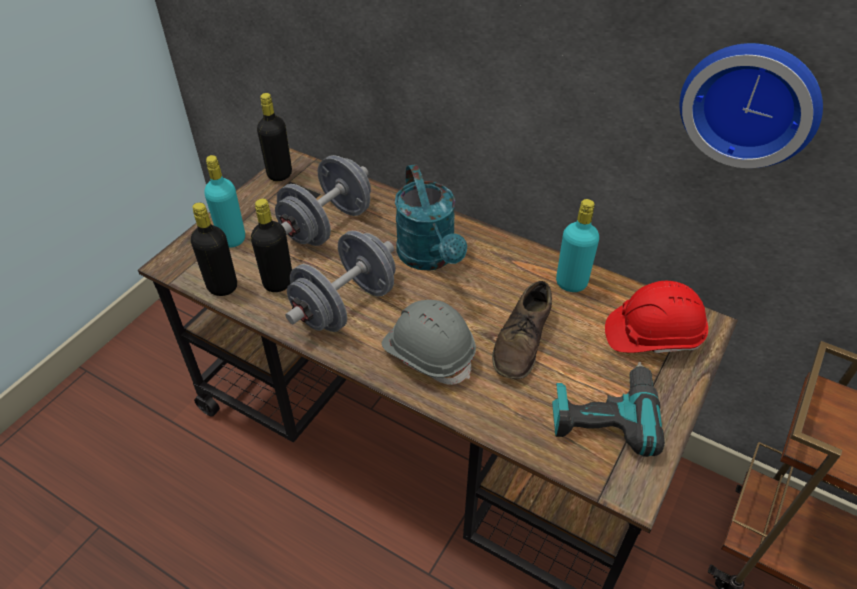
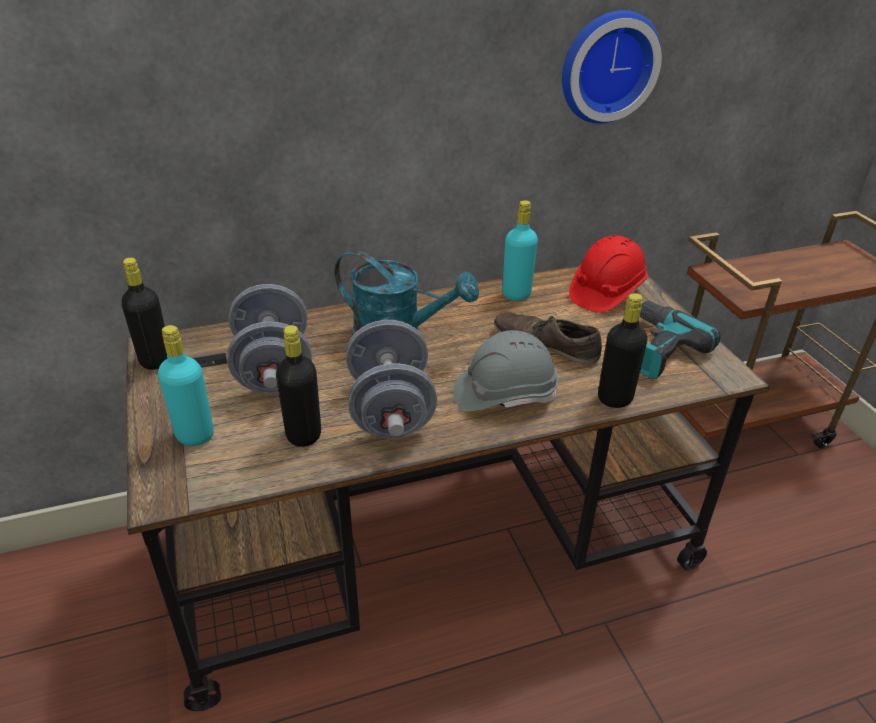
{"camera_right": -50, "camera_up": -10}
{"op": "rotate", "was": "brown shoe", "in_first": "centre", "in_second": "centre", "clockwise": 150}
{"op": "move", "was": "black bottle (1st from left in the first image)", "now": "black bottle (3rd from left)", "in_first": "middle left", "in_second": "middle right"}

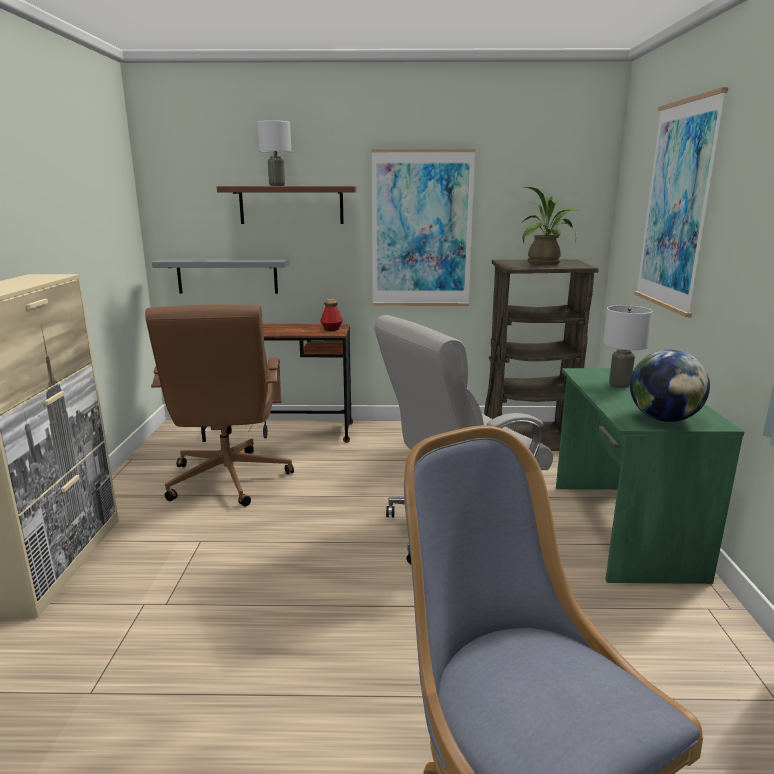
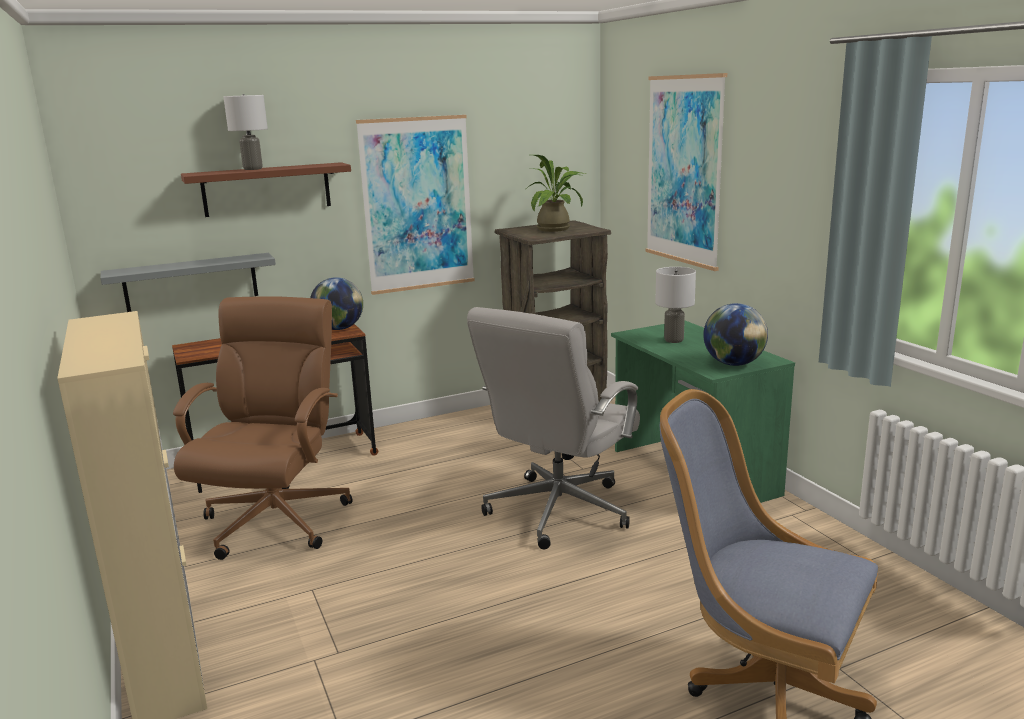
{"camera_right": -25, "camera_up": 0}
{"op": "rotate", "was": "brown office chair", "in_first": "middle left", "in_second": "middle left", "clockwise": -135}
{"op": "replace", "was": "bottle", "now": "globe (1st from left)", "in_first": "centre", "in_second": "middle left"}

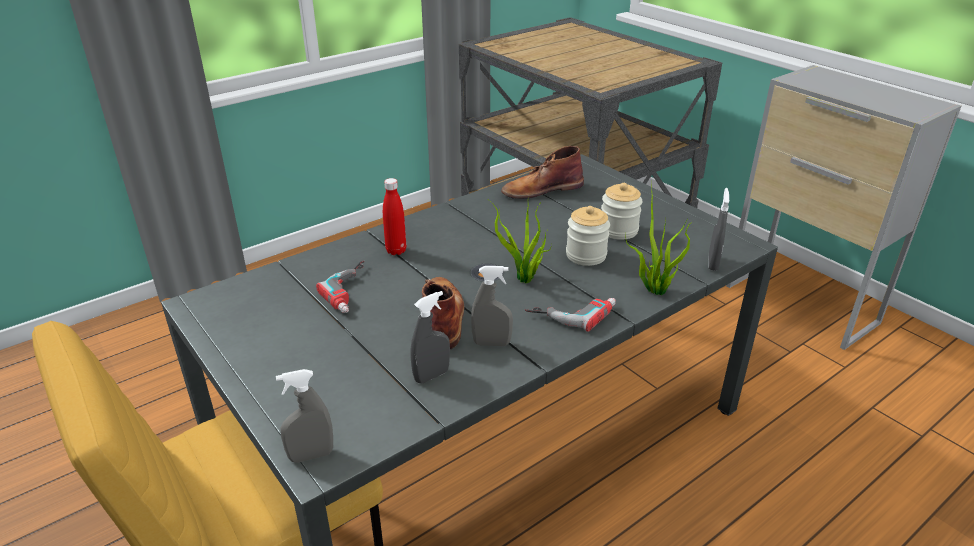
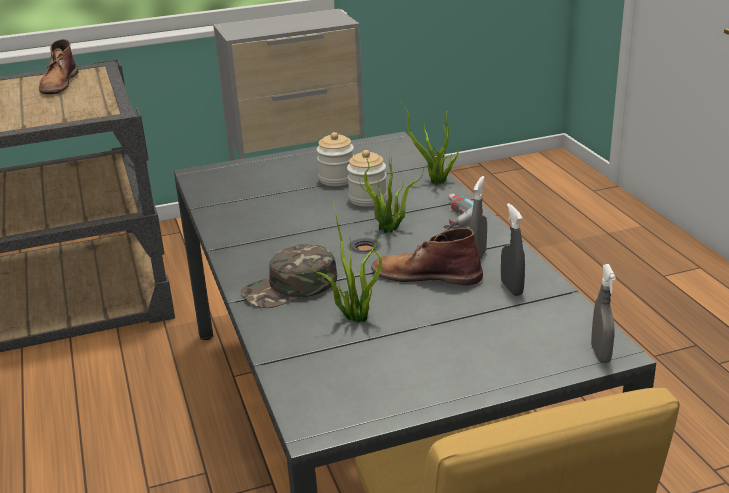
{"camera_right": -70, "camera_up": -5}
{"op": "move", "was": "brown boot (2nd from left in the first image)", "now": "brown boot (1st from left)", "in_first": "top centre", "in_second": "top left"}
{"op": "replace", "was": "red bottle", "now": "green cap", "in_first": "centre", "in_second": "centre"}
{"op": "replace", "was": "power drill (1st from left)", "now": "potted plant (1st from left)", "in_first": "centre", "in_second": "centre"}
{"op": "delete", "was": "grey spray bottle (4th from left)", "in_first": "middle right"}

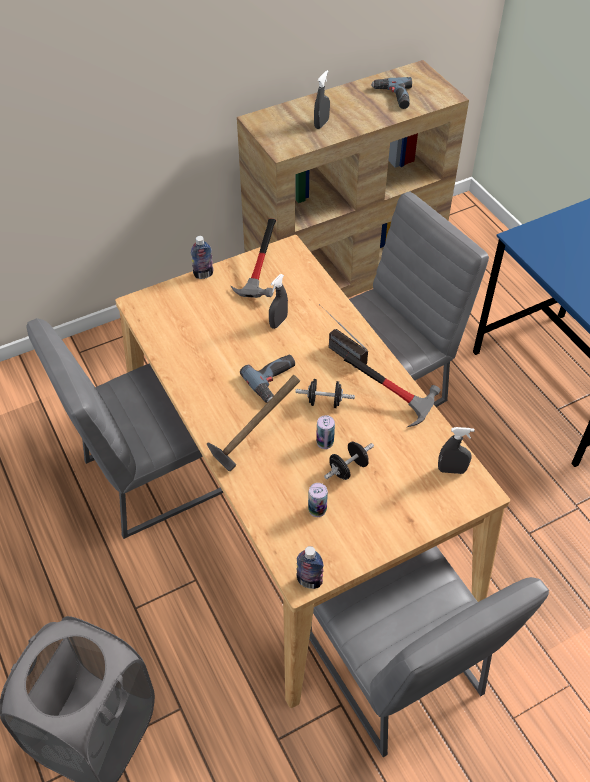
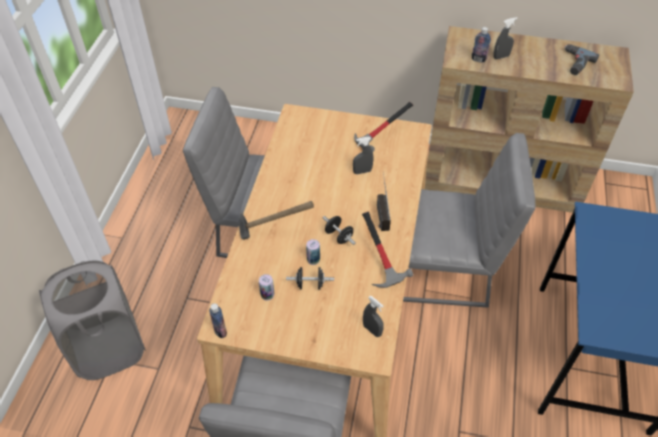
{"camera_right": 40, "camera_up": 0}
{"op": "move", "was": "bottle (1st from left in the first image)", "now": "bottle (2nd from left)", "in_first": "top centre", "in_second": "top right"}
{"op": "delete", "was": "power drill (1st from left)", "in_first": "centre"}

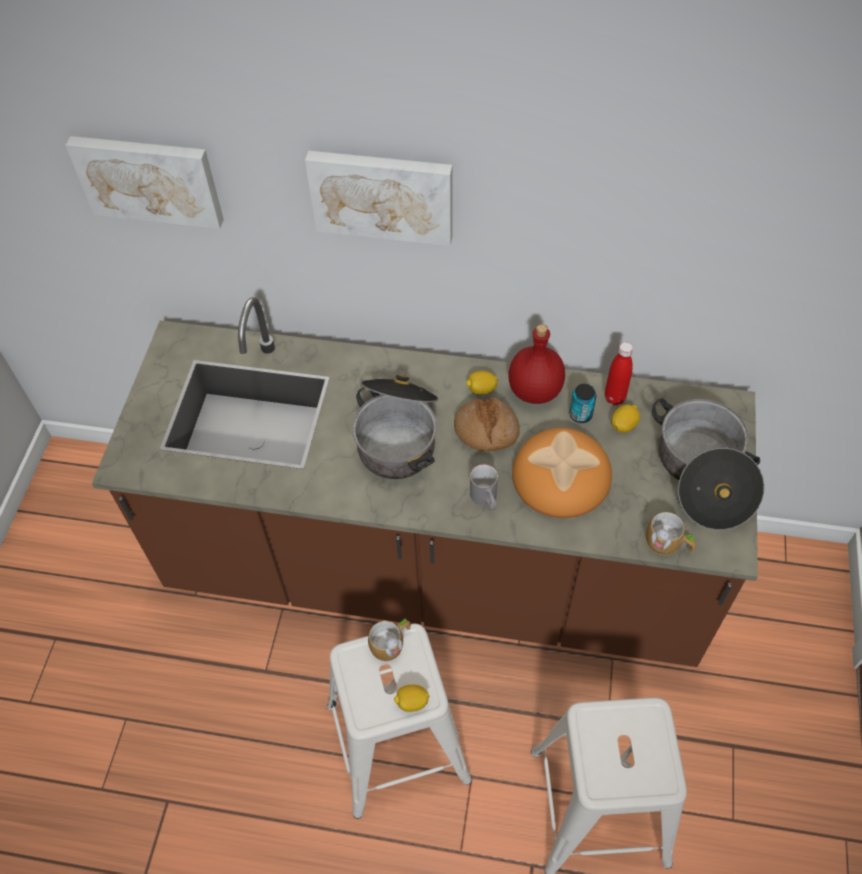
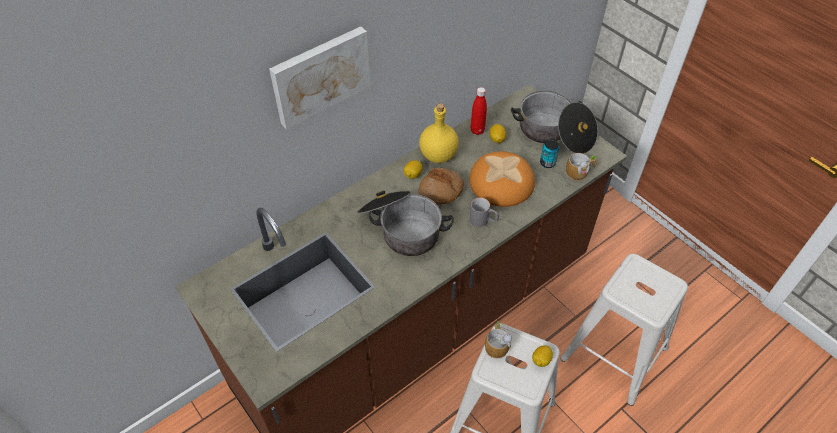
{"camera_right": -50, "camera_up": -5}
{"op": "recolor", "was": "red bottle (1st from left)", "now": "yellow bottle", "in_first": "centre", "in_second": "top centre"}
{"op": "move", "was": "can", "in_first": "middle right", "in_second": "centre"}
{"op": "delete", "was": "picture (1st from left)", "in_first": "top left"}

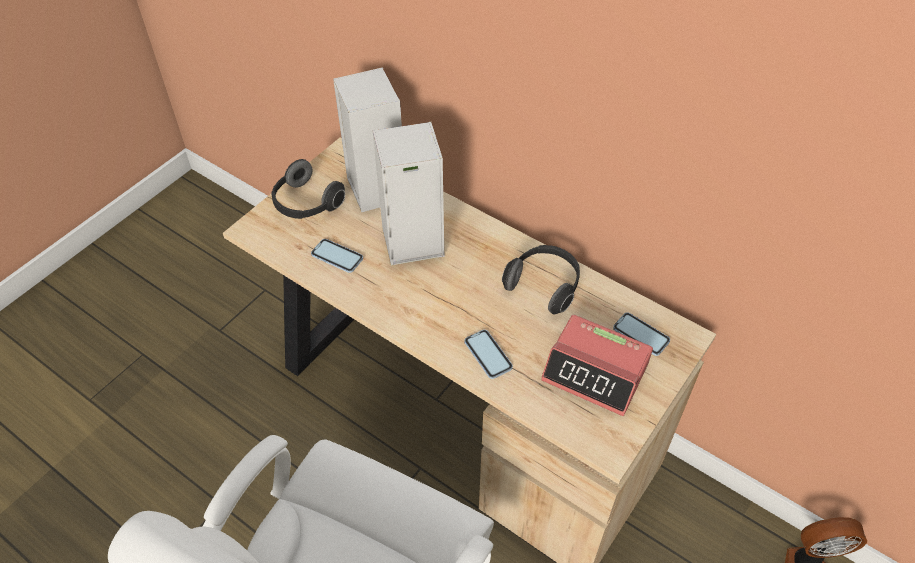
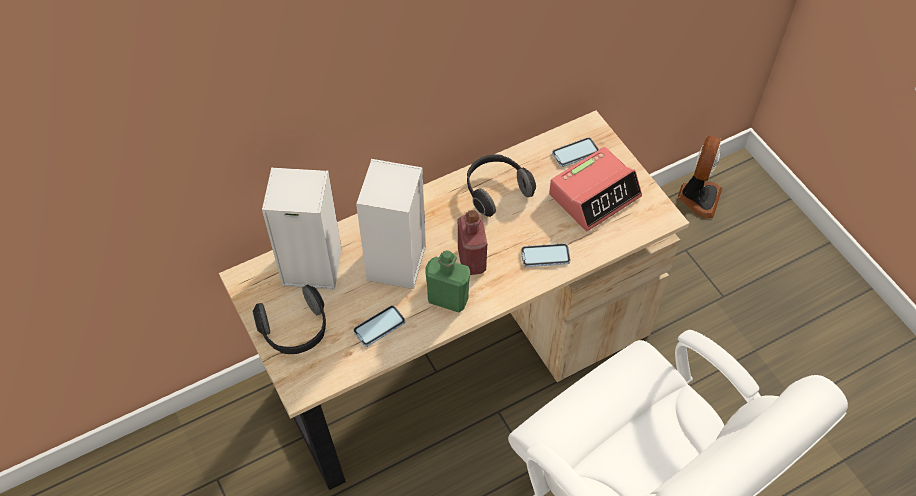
{"camera_right": -65, "camera_up": 5}
{"op": "insert", "now": "green bottle", "in_second": "centre"}
{"op": "insert", "now": "red bottle", "in_second": "centre"}

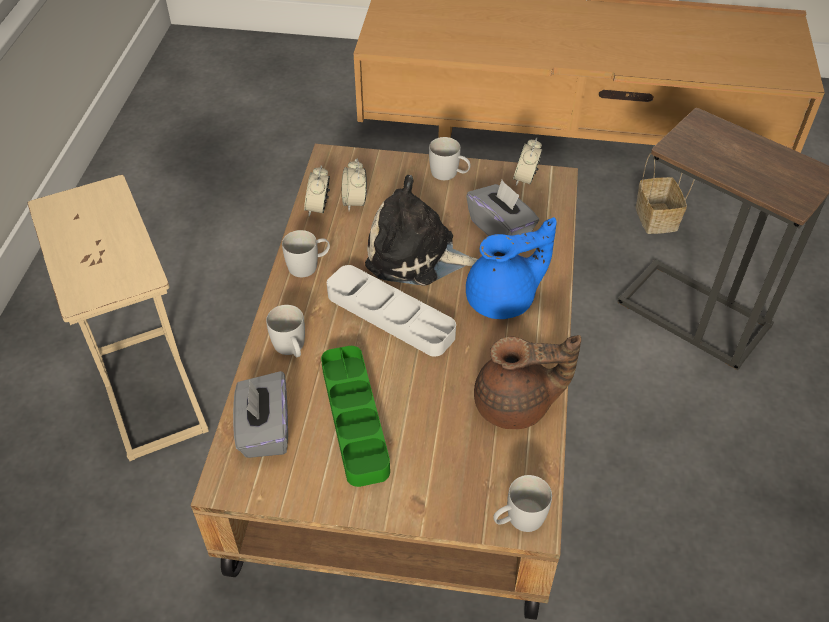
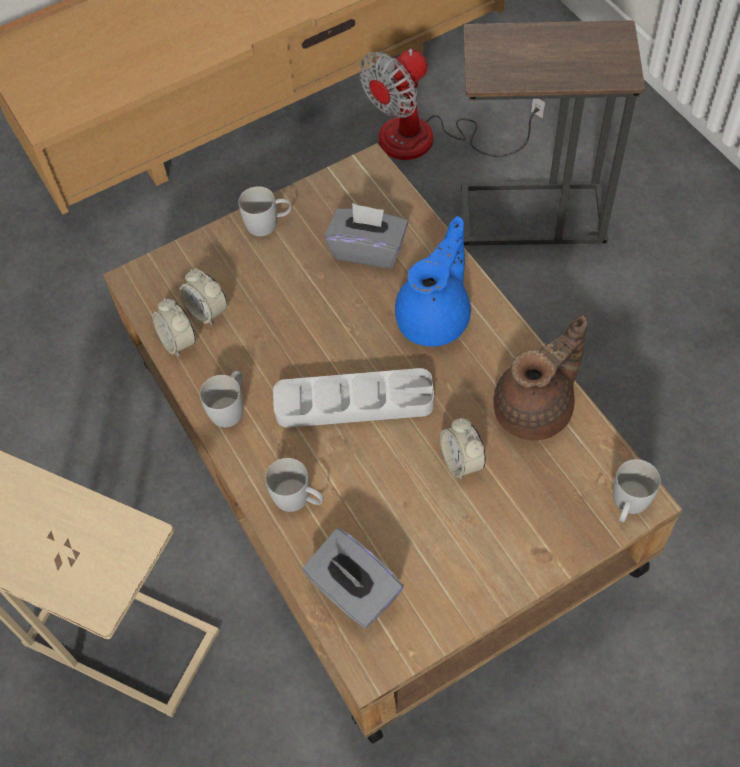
{"camera_right": -35, "camera_up": 10}
{"op": "replace", "was": "basket", "now": "fan", "in_first": "top right", "in_second": "top centre"}
{"op": "move", "was": "alarm clock (3rd from left)", "in_first": "top centre", "in_second": "centre"}
{"op": "delete", "was": "green tray", "in_first": "bottom centre"}
{"op": "delete", "was": "plush toy", "in_first": "centre"}

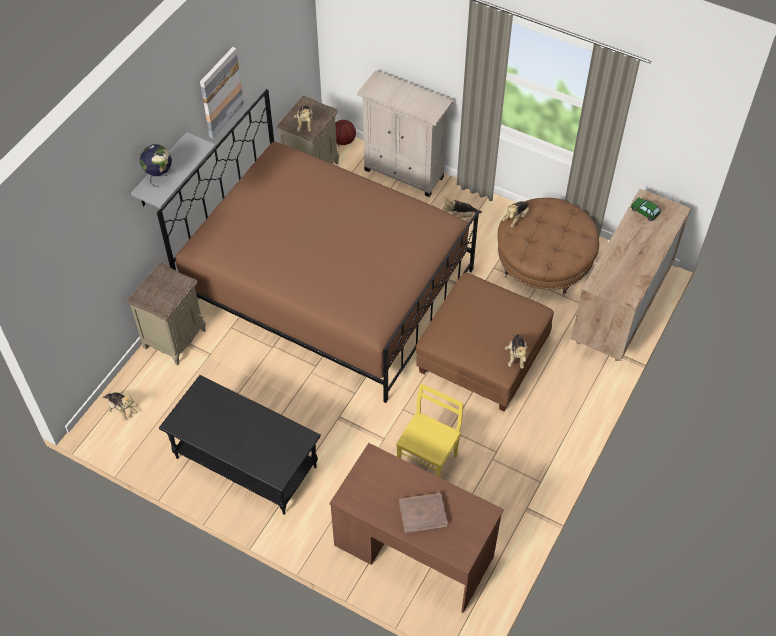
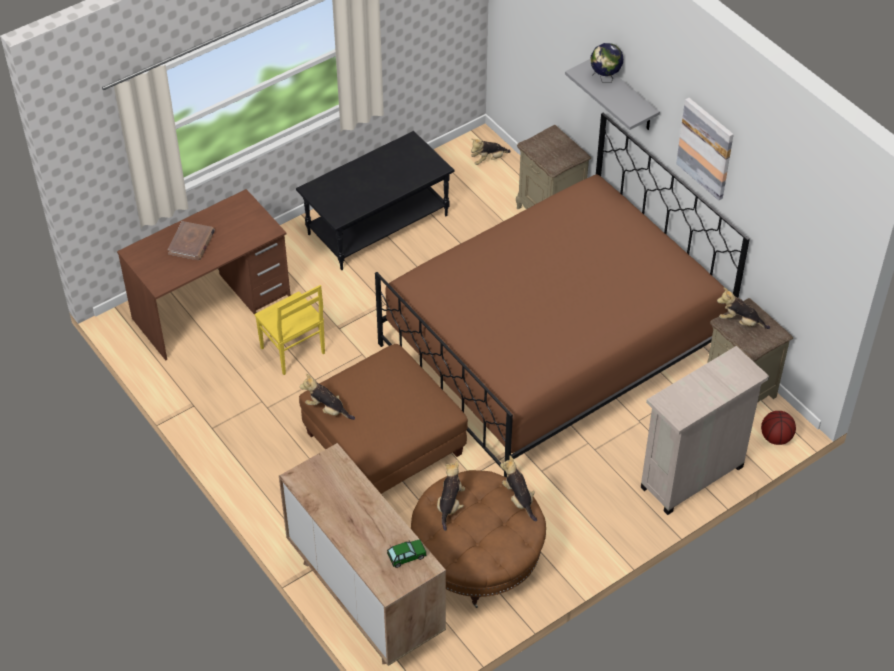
{"camera_right": 115, "camera_up": -5}
{"op": "move", "was": "plush toy (3rd from left in the first image)", "now": "plush toy (2nd from left)", "in_first": "top centre", "in_second": "bottom centre"}

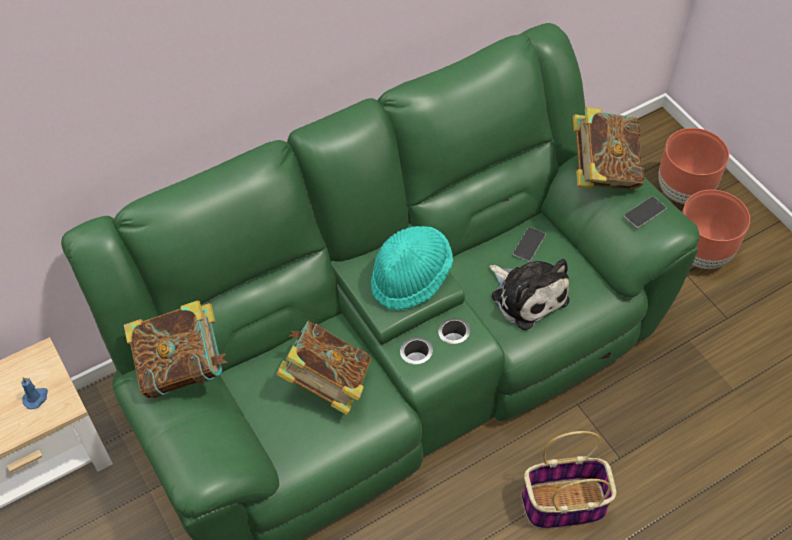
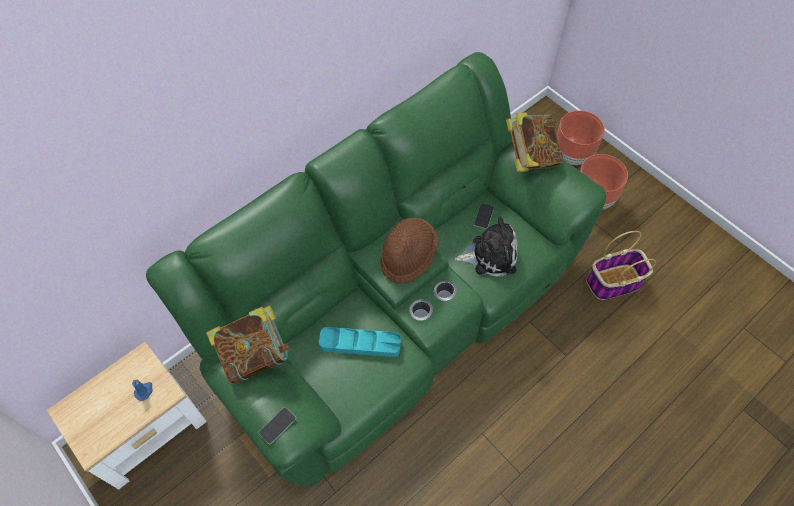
{"camera_right": -10, "camera_up": 5}
{"op": "move", "was": "phone (2nd from left in the first image)", "now": "phone (1st from left)", "in_first": "middle right", "in_second": "bottom centre"}
{"op": "replace", "was": "book (2nd from left)", "now": "turquoise tray", "in_first": "bottom centre", "in_second": "bottom centre"}
{"op": "recolor", "was": "turquoise hat", "now": "brown hat", "in_first": "centre", "in_second": "centre"}
{"op": "rotate", "was": "plush toy", "in_first": "middle right", "in_second": "centre", "clockwise": -45}
{"op": "move", "was": "basket", "in_first": "bottom right", "in_second": "middle right"}

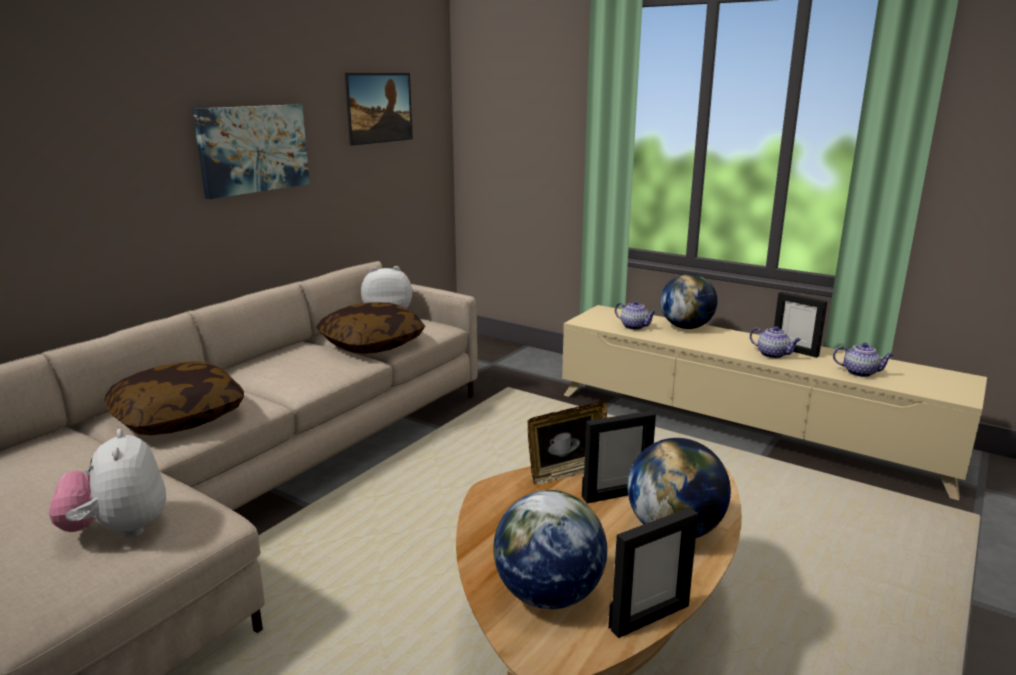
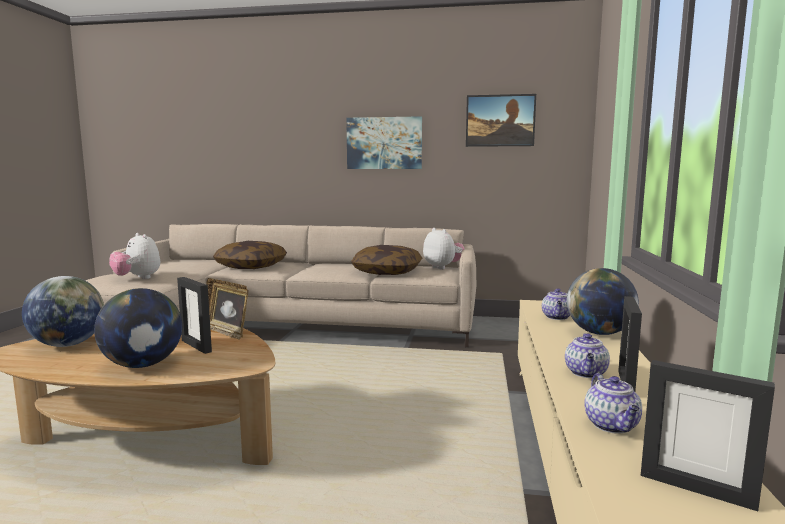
{"camera_right": 65, "camera_up": -10}
{"op": "rotate", "was": "plush toy (1st from left)", "in_first": "bottom left", "in_second": "middle left", "clockwise": -90}
{"op": "move", "was": "picture frame (3rd from left in the first image)", "now": "picture frame (4th from left)", "in_first": "bottom centre", "in_second": "bottom right"}

